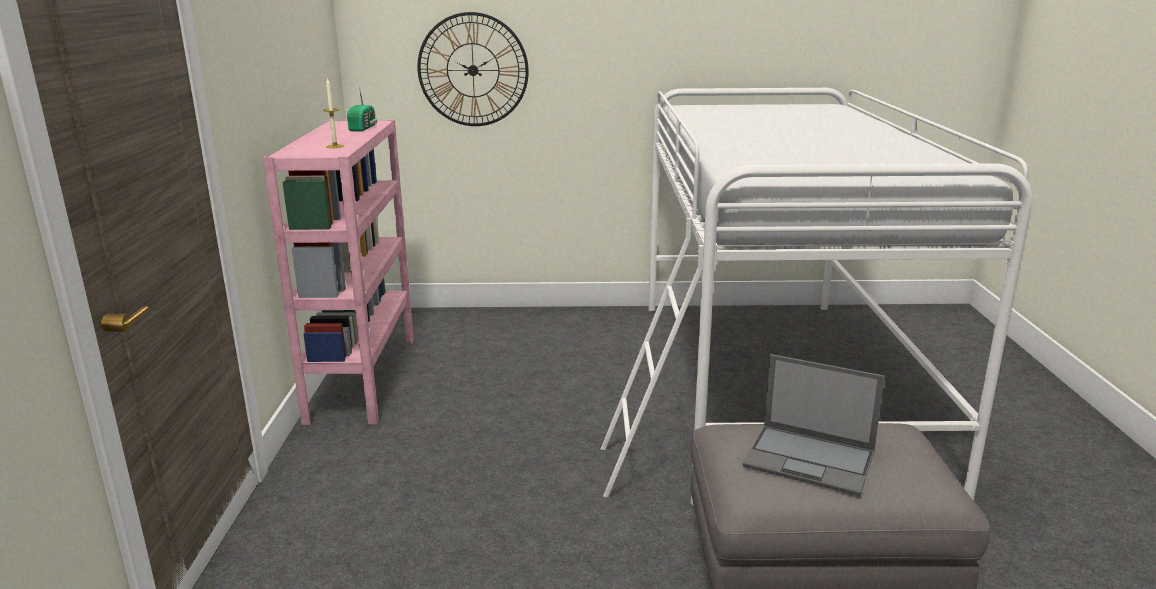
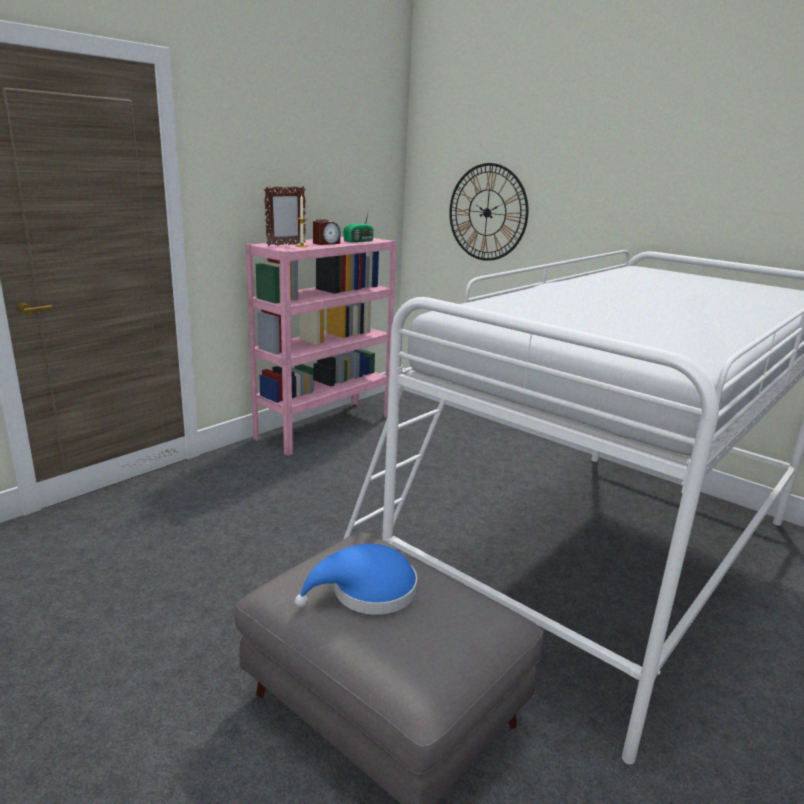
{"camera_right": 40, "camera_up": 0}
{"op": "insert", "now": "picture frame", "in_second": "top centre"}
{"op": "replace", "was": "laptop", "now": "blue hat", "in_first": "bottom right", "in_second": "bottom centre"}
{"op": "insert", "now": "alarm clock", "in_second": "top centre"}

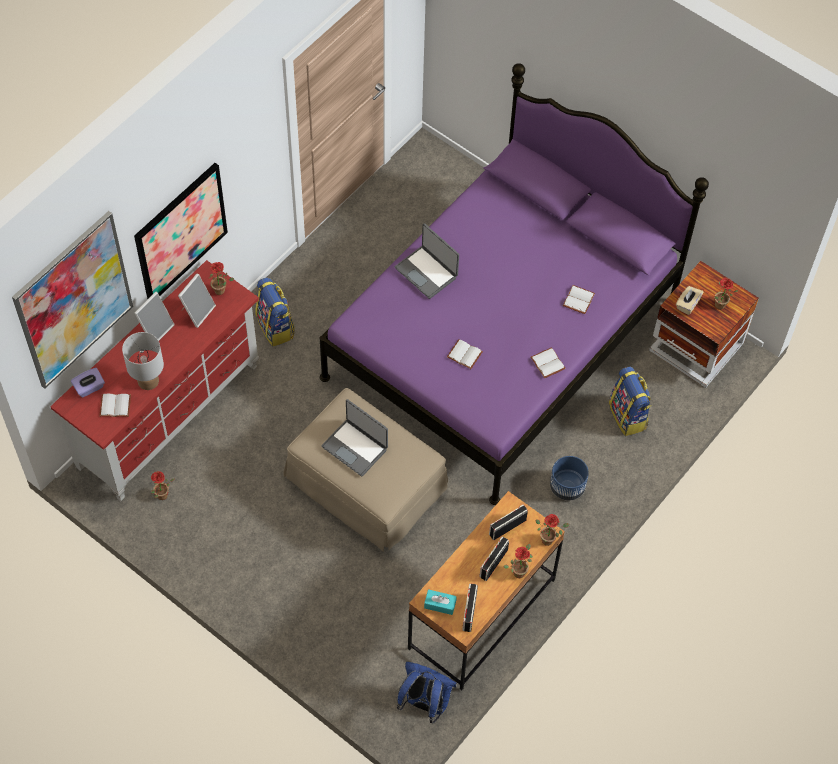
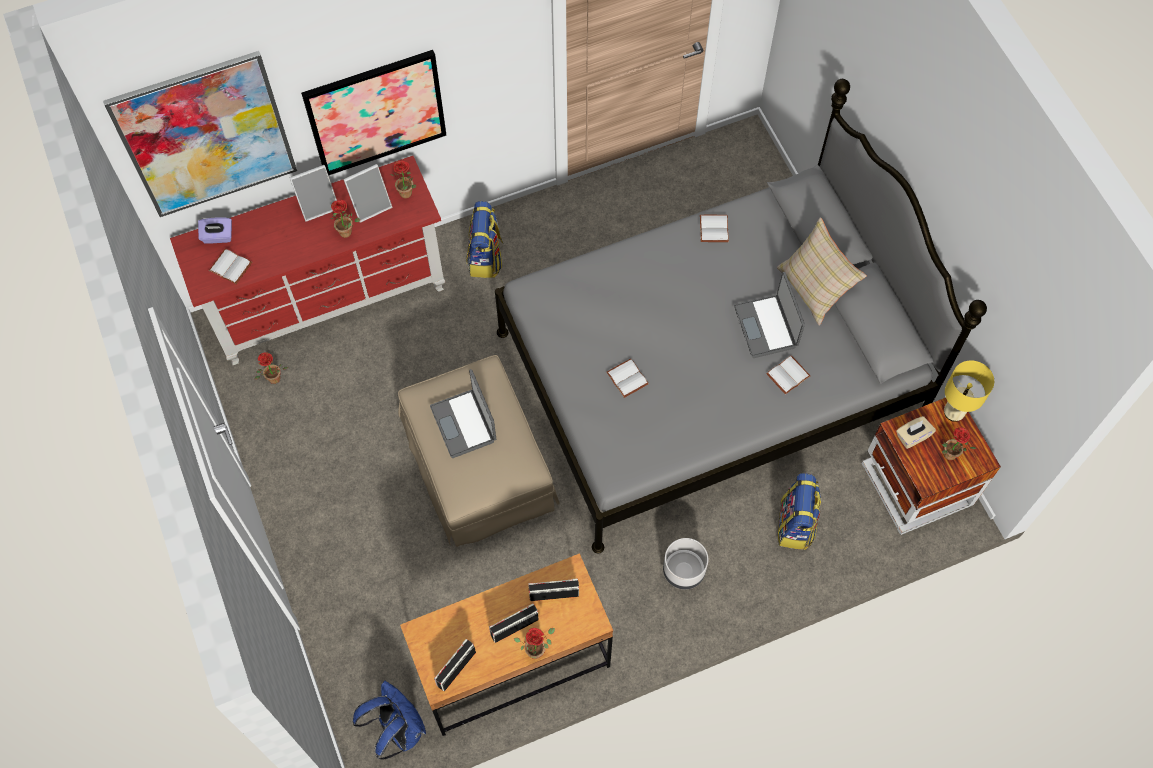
{"camera_right": 30, "camera_up": 5}
{"op": "move", "was": "potted plant (4th from left in the first image)", "now": "potted plant (2nd from left)", "in_first": "bottom centre", "in_second": "top left"}
{"op": "recolor", "was": "purple bed", "now": "grey bed", "in_first": "centre", "in_second": "centre"}
{"op": "recolor", "was": "blue planter", "now": "grey planter", "in_first": "middle right", "in_second": "bottom centre"}
{"op": "move", "was": "white book (3rd from left)", "in_first": "centre", "in_second": "top centre"}
{"op": "move", "was": "laptop (2nd from left)", "in_first": "centre", "in_second": "middle right"}
{"op": "insert", "now": "beige pillow", "in_second": "middle right"}
{"op": "insert", "now": "yellow table lamp", "in_second": "middle right"}
{"op": "delete", "was": "grey table lamp", "in_first": "middle left"}
{"op": "delete", "was": "turquoise tissue box", "in_first": "bottom centre"}

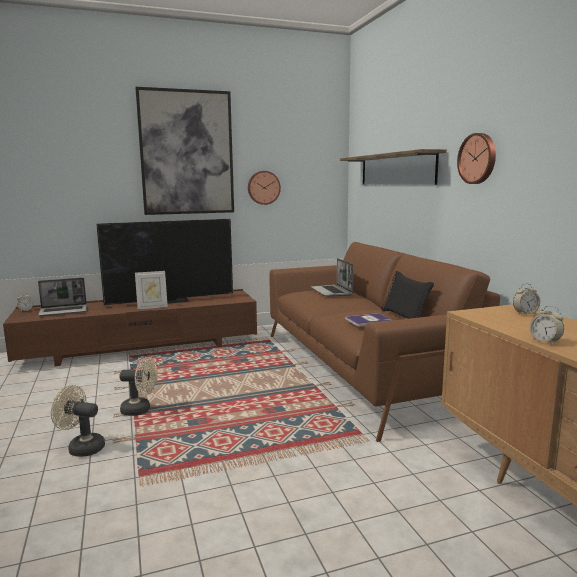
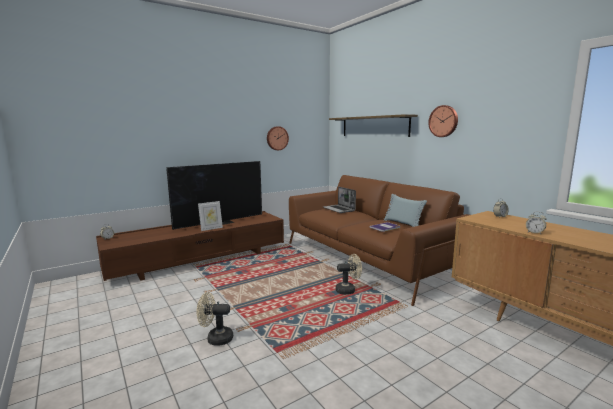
{"camera_right": -15, "camera_up": 0}
{"op": "move", "was": "beige fan (2nd from left)", "in_first": "bottom left", "in_second": "bottom centre"}
{"op": "recolor", "was": "black pillow", "now": "blue pillow", "in_first": "middle right", "in_second": "centre"}
{"op": "delete", "was": "laptop (1st from left)", "in_first": "middle left"}
{"op": "delete", "was": "picture", "in_first": "top left"}

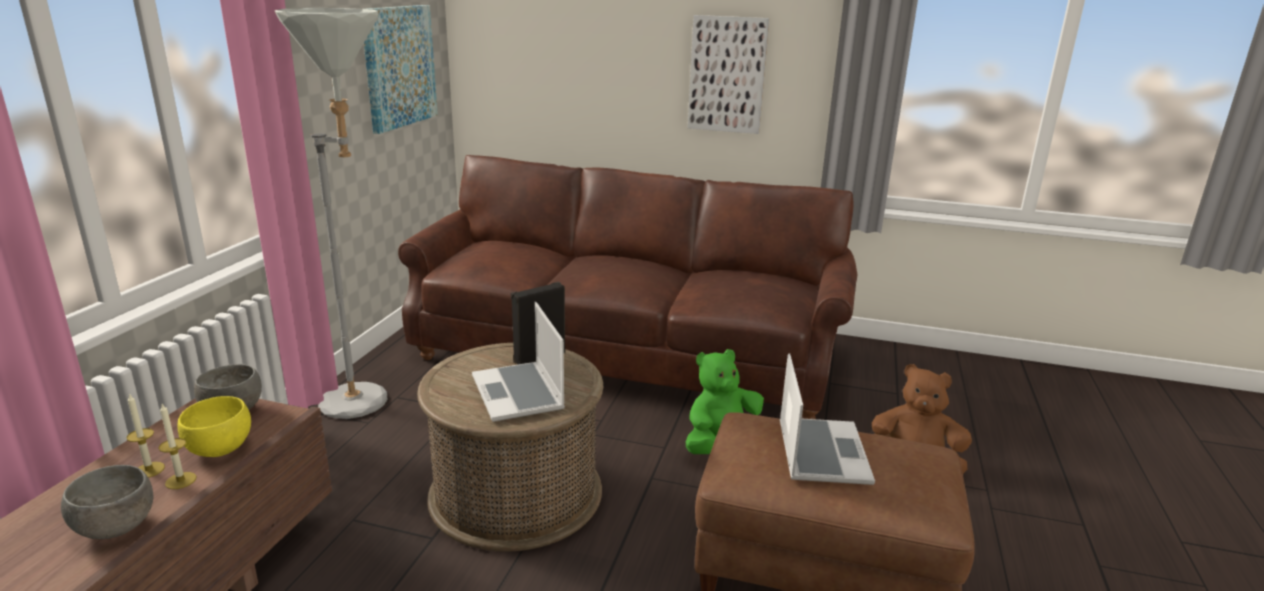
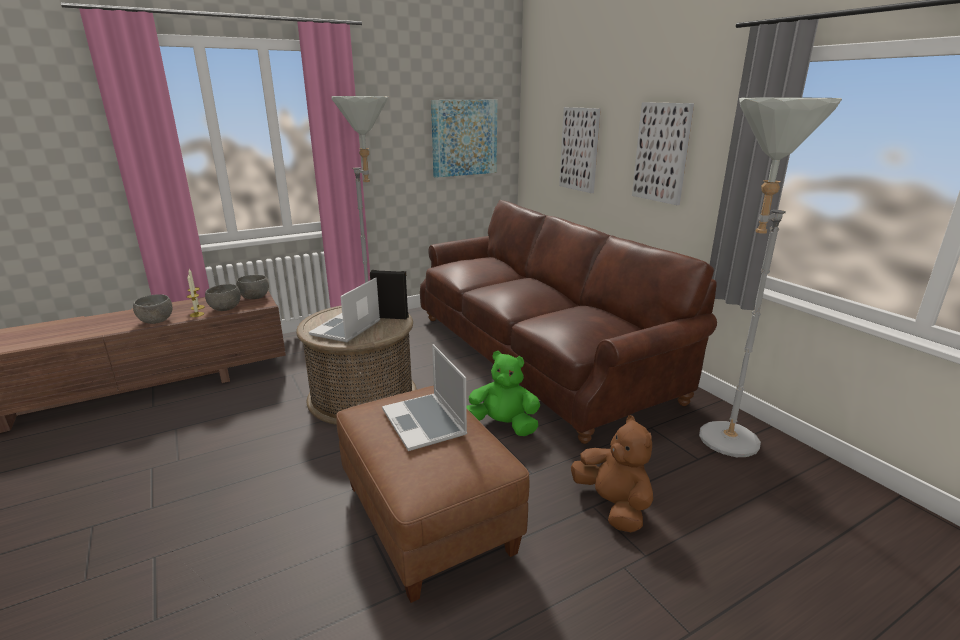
{"camera_right": 45, "camera_up": 0}
{"op": "recolor", "was": "yellow bowl", "now": "grey bowl (2nd from left)", "in_first": "bottom left", "in_second": "middle left"}
{"op": "rotate", "was": "laptop (2nd from left)", "in_first": "bottom centre", "in_second": "centre", "clockwise": 105}
{"op": "insert", "now": "picture (2nd from left)", "in_second": "top centre"}
{"op": "insert", "now": "grey floor lamp (2nd from left)", "in_second": "middle right"}

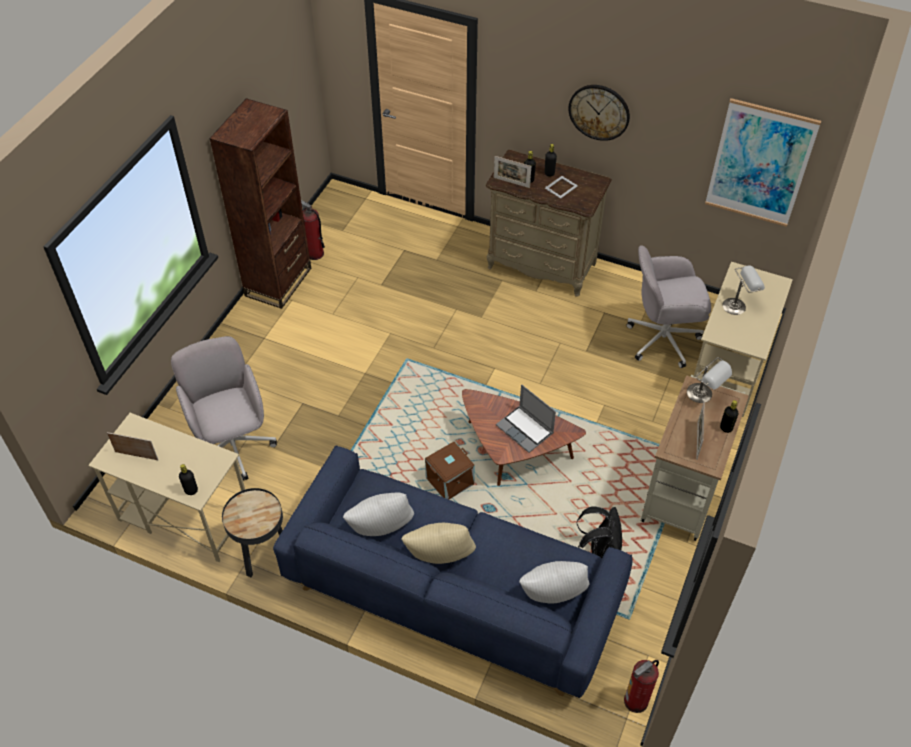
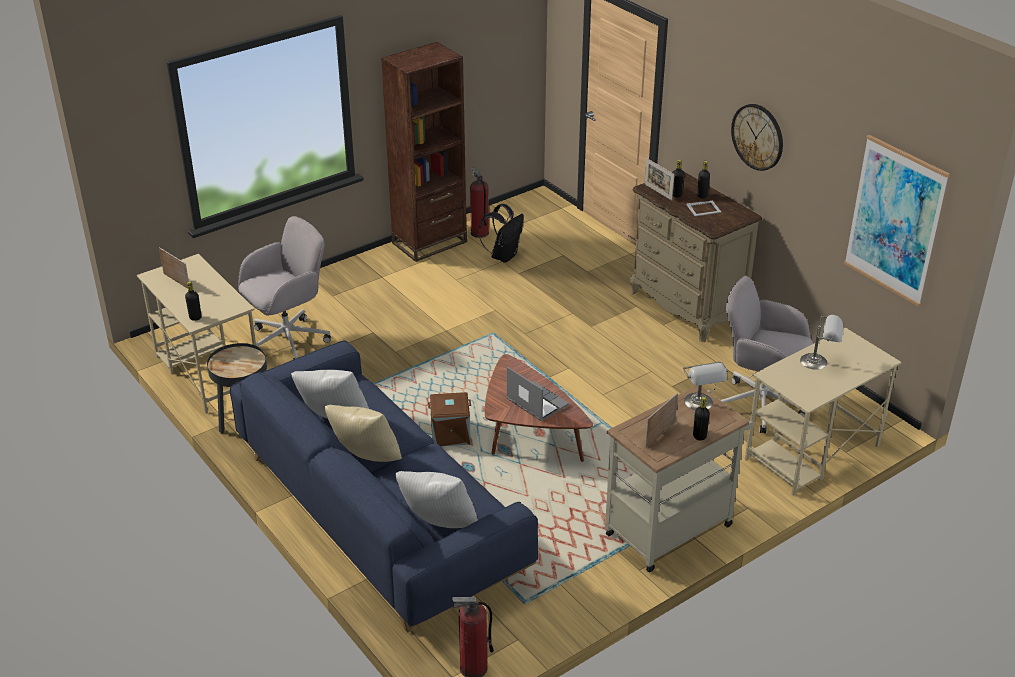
{"camera_right": 30, "camera_up": -15}
{"op": "rotate", "was": "grey office chair (1st from left)", "in_first": "middle left", "in_second": "middle left", "clockwise": 45}
{"op": "move", "was": "black backpack", "in_first": "bottom centre", "in_second": "centre"}
{"op": "rotate", "was": "laptop", "in_first": "centre", "in_second": "centre", "clockwise": 150}

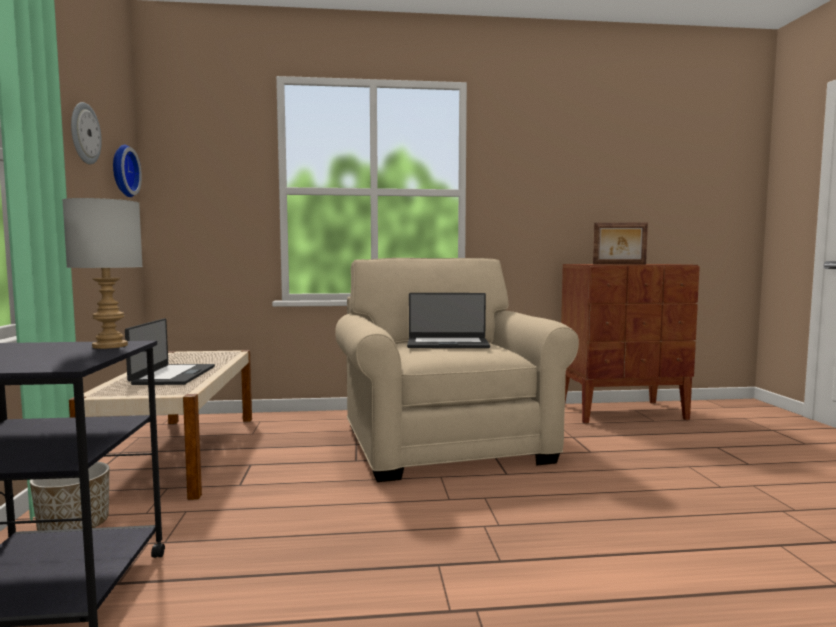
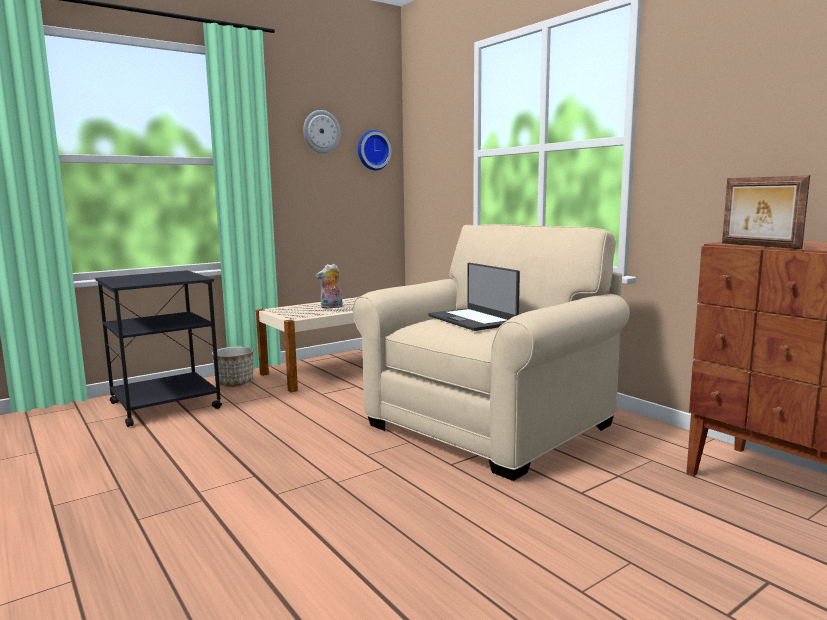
{"camera_right": 60, "camera_up": 5}
{"op": "replace", "was": "laptop (1st from left)", "now": "plush toy", "in_first": "middle left", "in_second": "centre"}
{"op": "delete", "was": "grey table lamp", "in_first": "middle left"}

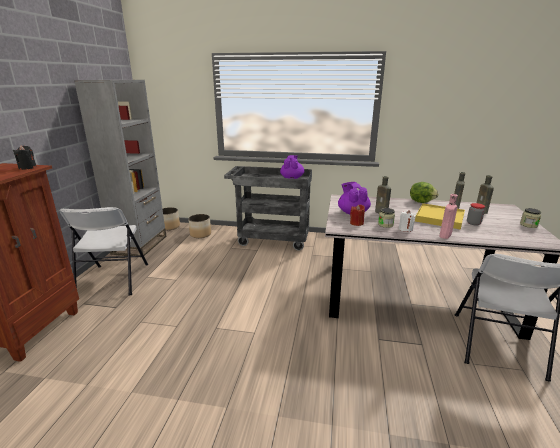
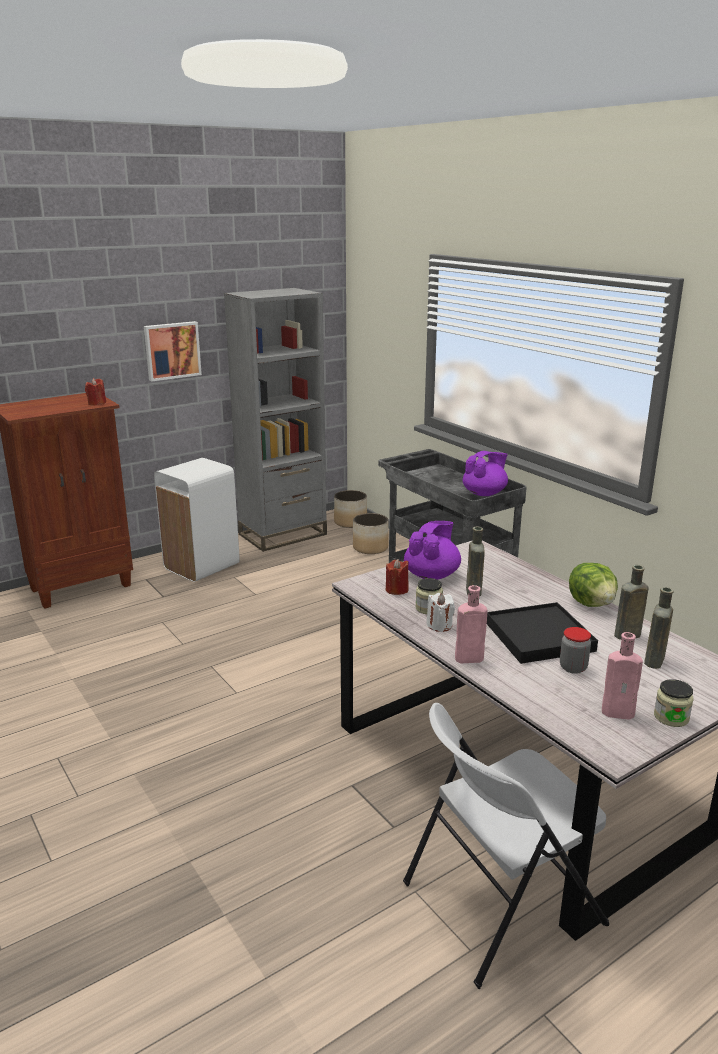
{"camera_right": 45, "camera_up": 0}
{"op": "recolor", "was": "black candle", "now": "red candle (1st from left)", "in_first": "middle left", "in_second": "middle left"}
{"op": "insert", "now": "picture", "in_second": "top left"}
{"op": "replace", "was": "white chair (1st from left)", "now": "white trash can", "in_first": "middle left", "in_second": "middle left"}
{"op": "recolor", "was": "yellow tray", "now": "black tray", "in_first": "middle right", "in_second": "middle right"}
{"op": "insert", "now": "pink bottle (2nd from left)", "in_second": "middle right"}

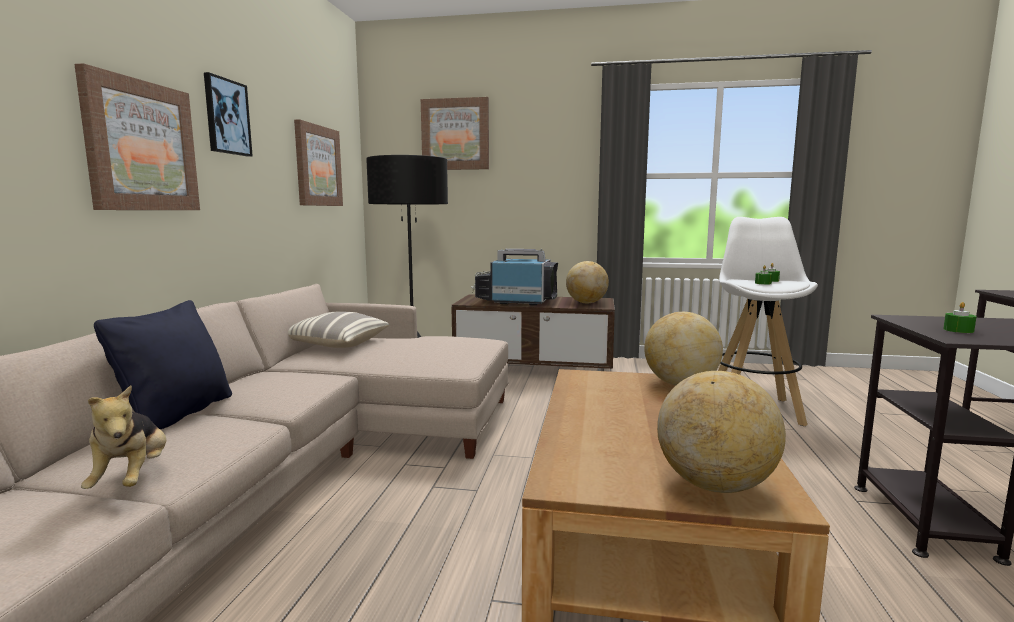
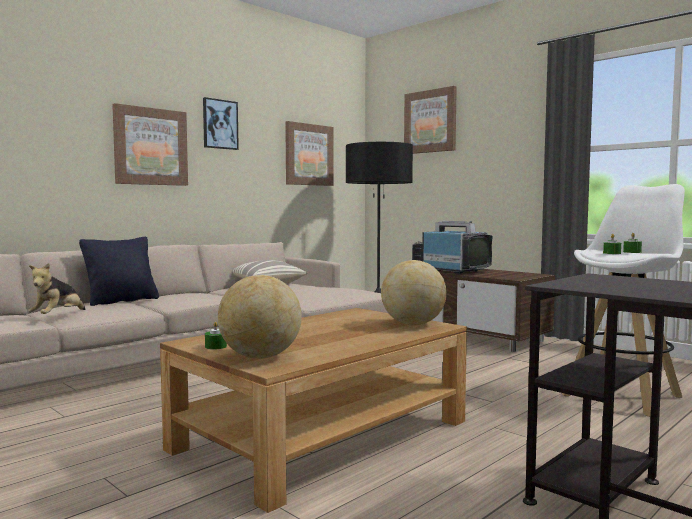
{"camera_right": 35, "camera_up": -5}
{"op": "move", "was": "green candle (3rd from left in the first image)", "now": "green candle (1st from left)", "in_first": "middle right", "in_second": "middle left"}
{"op": "delete", "was": "globe (1st from left)", "in_first": "centre"}

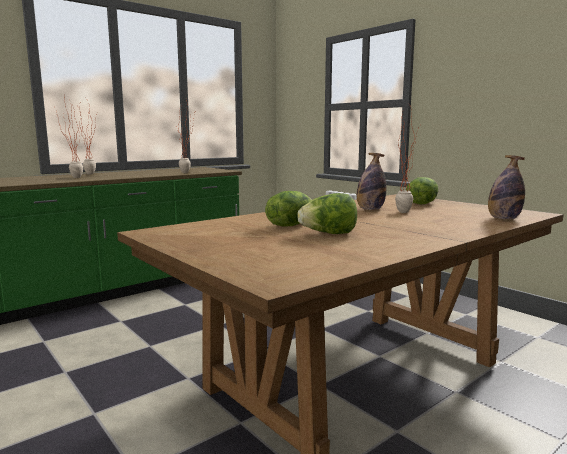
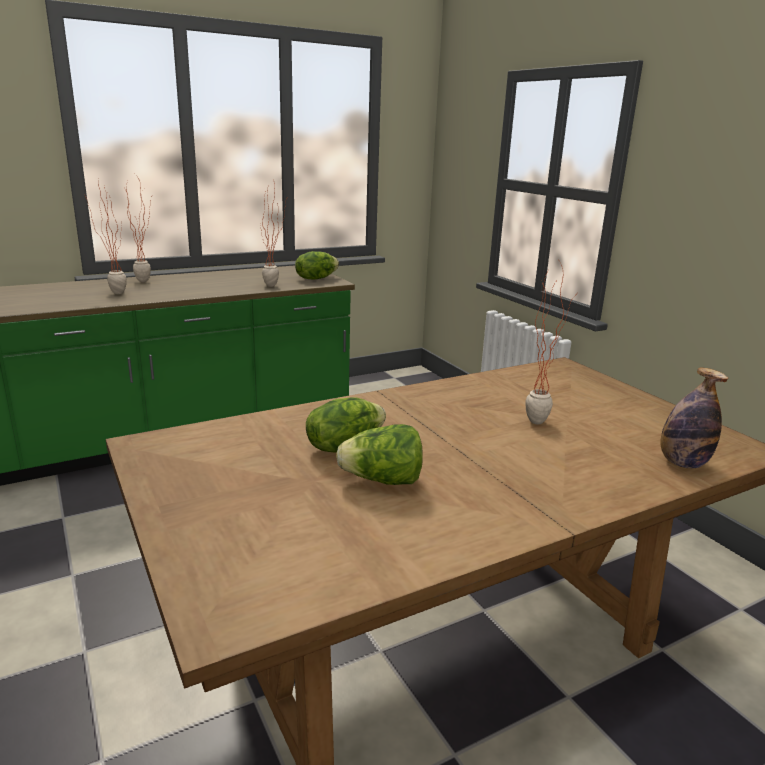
{"camera_right": 10, "camera_up": 10}
{"op": "move", "was": "lettuce (3rd from left in the first image)", "now": "lettuce (1st from left)", "in_first": "middle right", "in_second": "centre"}
{"op": "delete", "was": "bottle (1st from left)", "in_first": "centre"}

